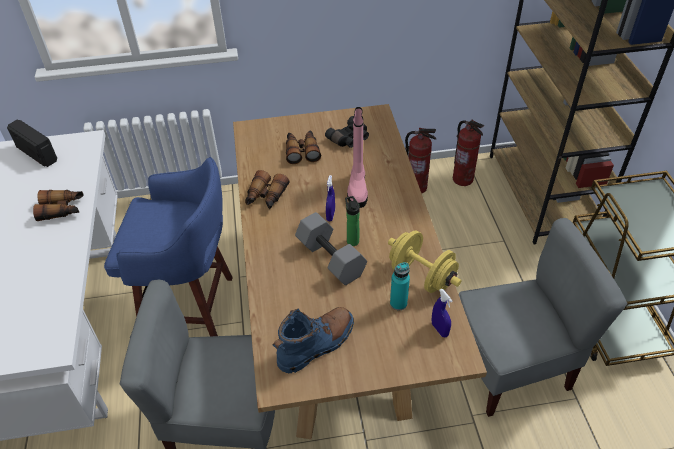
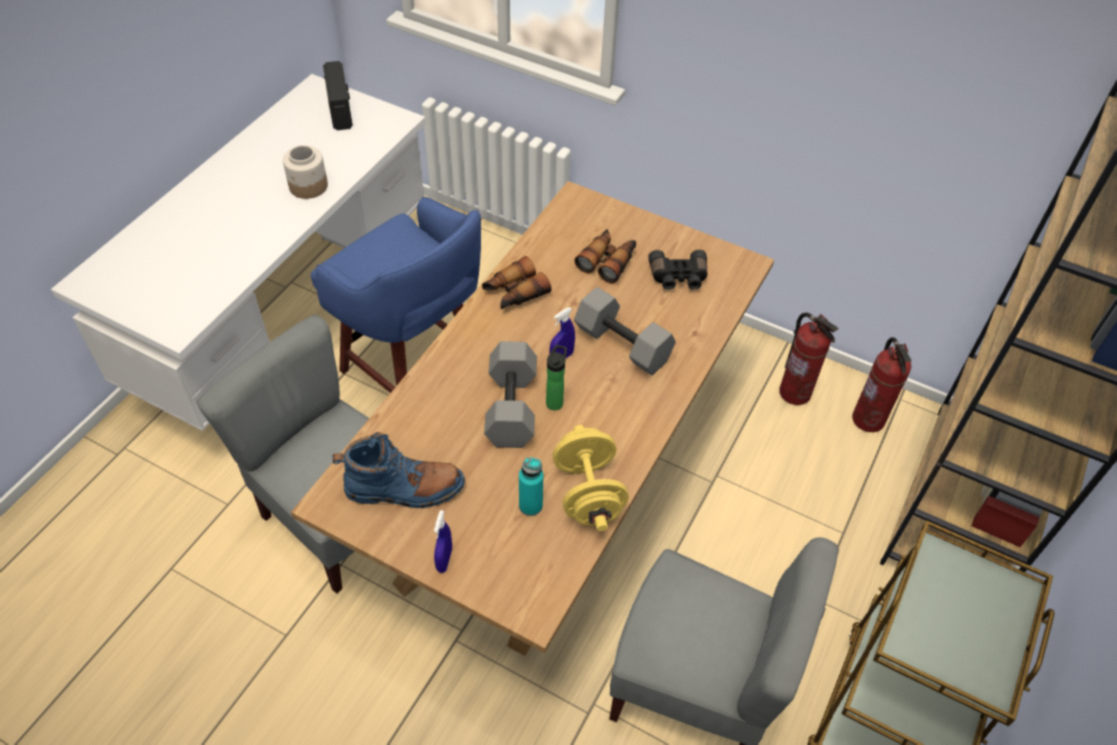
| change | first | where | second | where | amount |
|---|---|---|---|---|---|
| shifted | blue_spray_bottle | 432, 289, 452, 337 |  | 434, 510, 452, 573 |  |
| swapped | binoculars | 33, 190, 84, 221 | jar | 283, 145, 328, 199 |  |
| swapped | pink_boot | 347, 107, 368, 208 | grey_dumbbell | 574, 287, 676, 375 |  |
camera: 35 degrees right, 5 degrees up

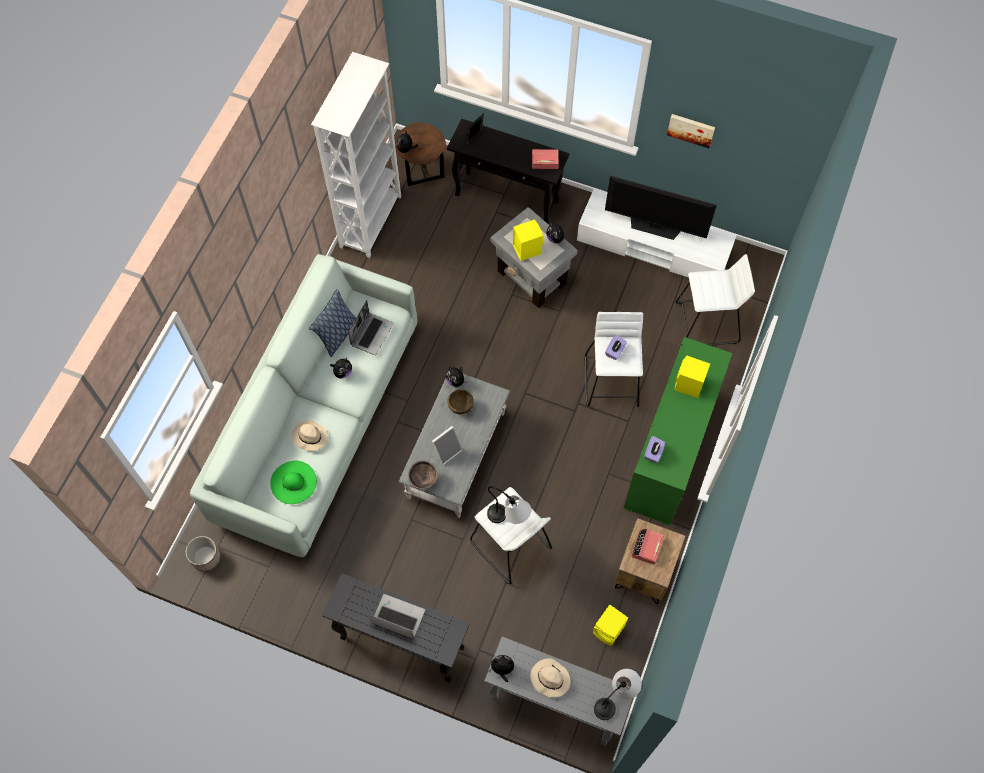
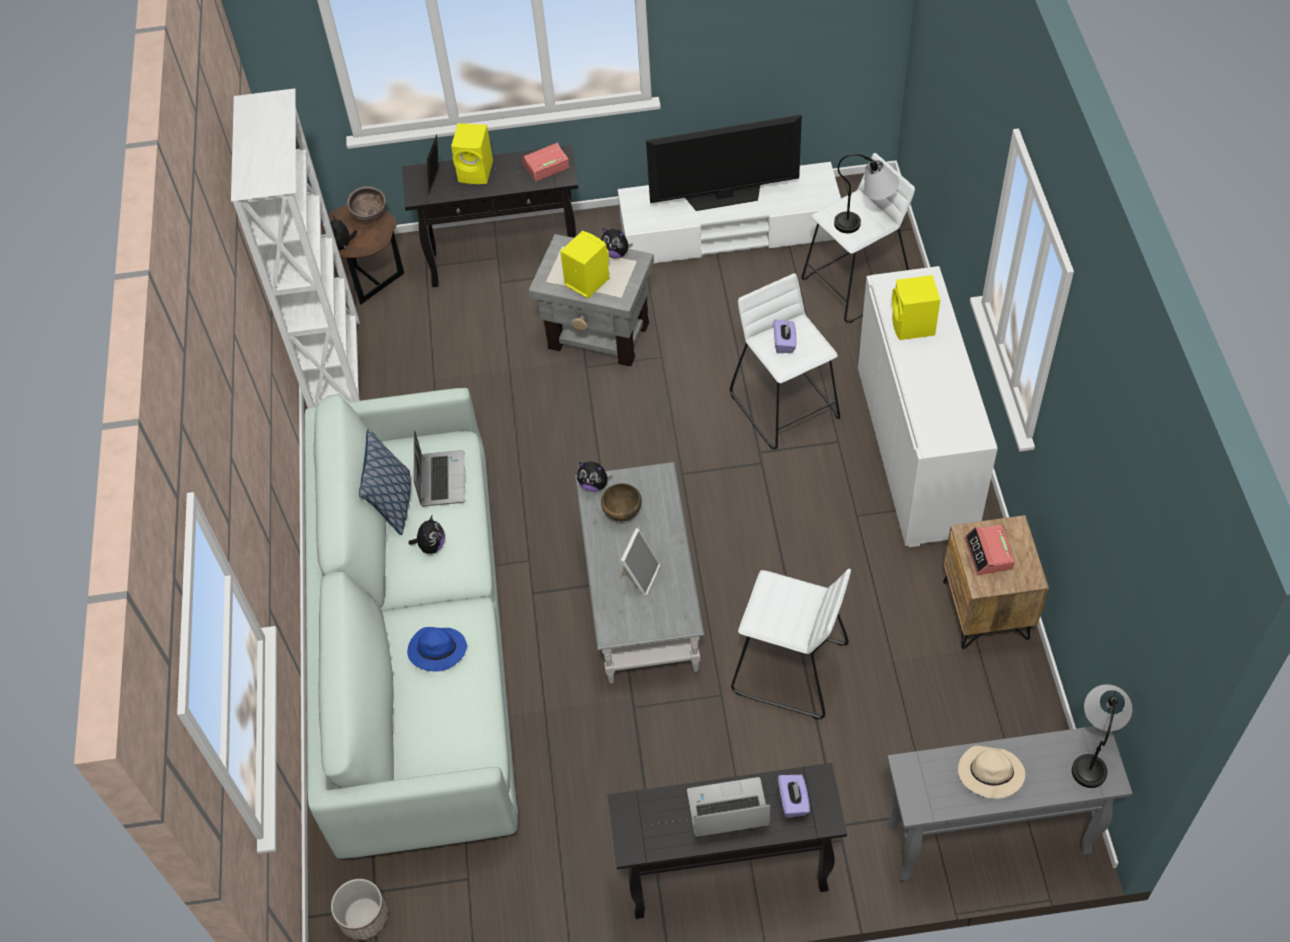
| change | first | where | second | where | amount |
|---|---|---|---|---|---|
| gone | green_hat | 270, 461, 317, 504 |  |  |  |
| gone | plush_toy | 489, 655, 514, 682 |  |  |  |
| gone | picture | 667, 114, 715, 148 |  |  |  |
| shifted | brown_bowl | 408, 460, 438, 489 |  | 347, 186, 386, 221 |  |
| shifted | table_lamp | 487, 486, 531, 524 |  | 834, 154, 899, 233 |  |
| shifted | yellow_speaker | 593, 605, 628, 646 |  | 451, 123, 493, 184 |  |
| shifted | purple_tissue_box | 644, 436, 665, 463 |  | 778, 775, 810, 818 |  |
| repainted | beige_hat | 292, 420, 328, 451 | blue_hat | 407, 627, 467, 672 |  |
| repainted | green_cabinet | 624, 337, 732, 526 | white_cabinet | 858, 266, 998, 548 |  |
camera: 25 degrees left, 10 degrees down

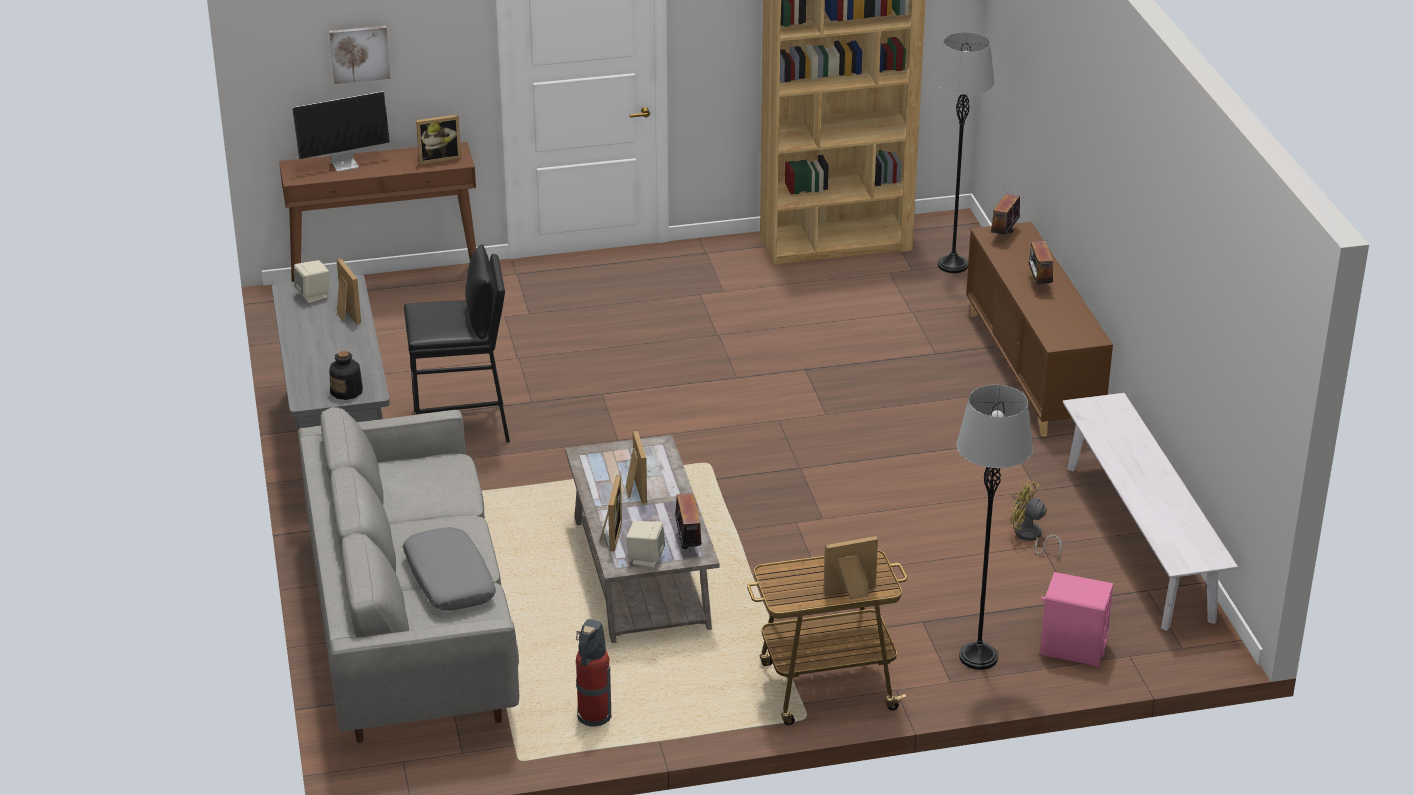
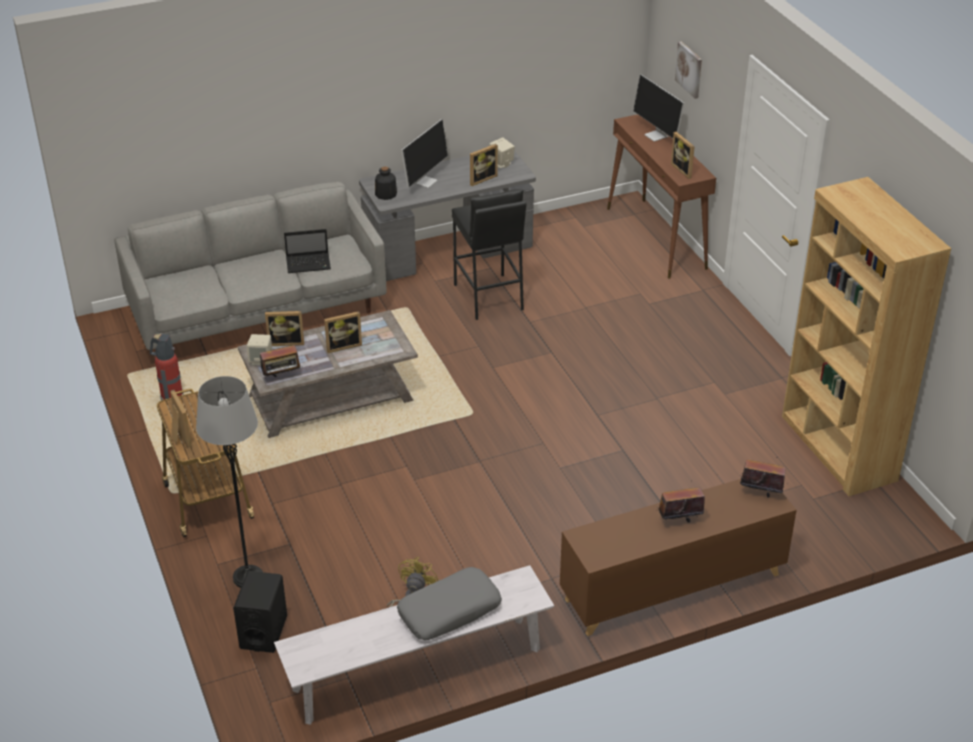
| change | first | where | second | where | amount |
|---|---|---|---|---|---|
| gone | grey_floor_lamp | 935, 32, 995, 273 |  |  |  |
| new |  |  | laptop | 284, 229, 331, 273 |  |
| new |  |  | monitor | 401, 119, 448, 188 |  |
| shifted | grey_pillow | 403, 527, 496, 610 |  | 397, 567, 502, 640 |  |
| repainted | pink_speaker | 1040, 572, 1113, 667 | black_speaker | 233, 571, 287, 653 |  |
camera: 80 degrees right, 5 degrees up

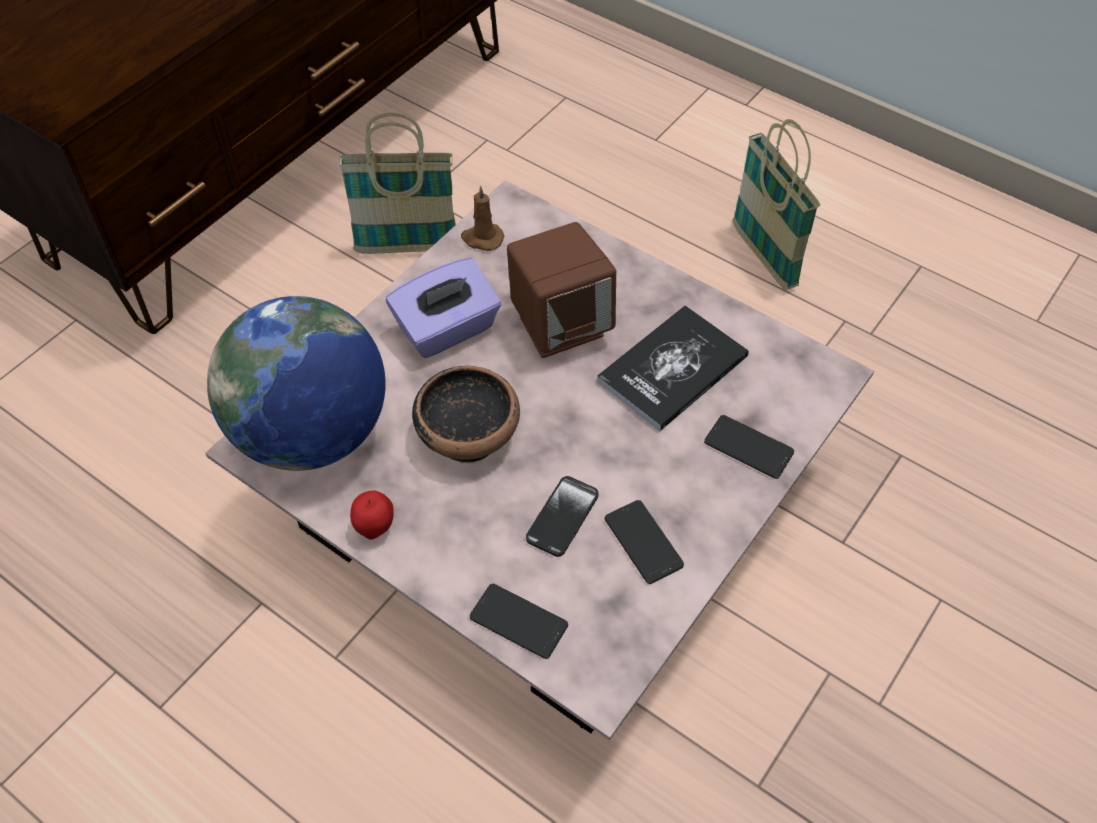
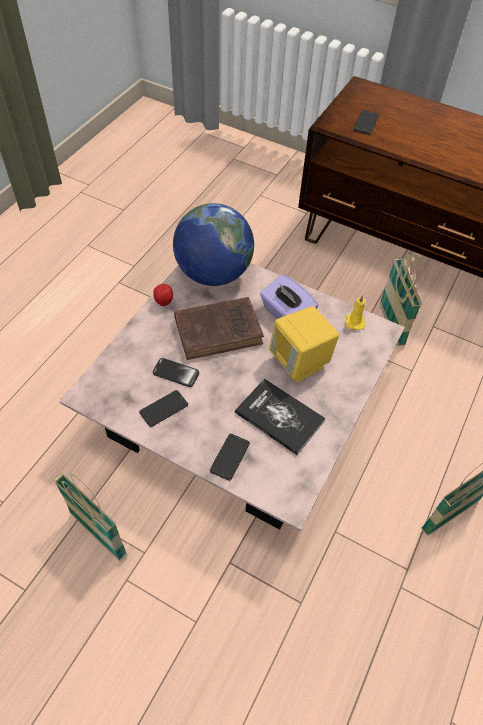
| change | first | where | second | where | amount |
|---|---|---|---|---|---|
| new |  |  | basket | 53, 473, 128, 562 |  |
| shifted | phone | 470, 584, 568, 659 |  | 353, 110, 379, 134 |  |
| swapped | bowl | 412, 366, 520, 464 | brown_book | 174, 297, 264, 360 |  |
| repainted | brown_candle | 461, 185, 504, 251 | yellow_candle | 345, 295, 366, 330 |  |
| repainted | brown_speaker | 507, 222, 616, 358 | yellow_speaker | 269, 306, 339, 382 |  |
camera: 80 degrees right, 0 degrees up

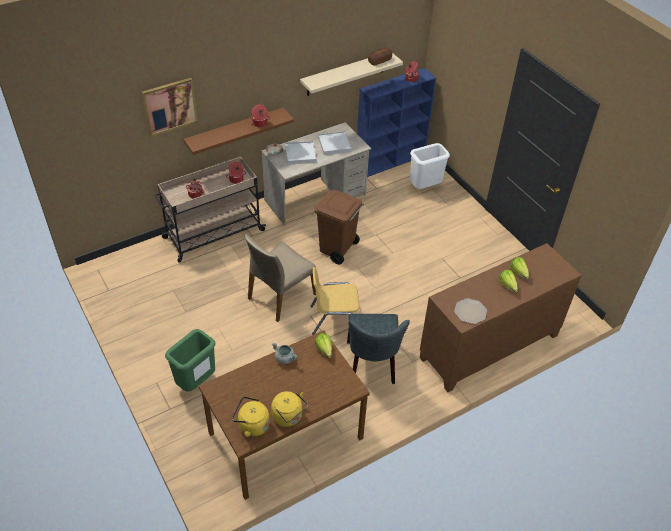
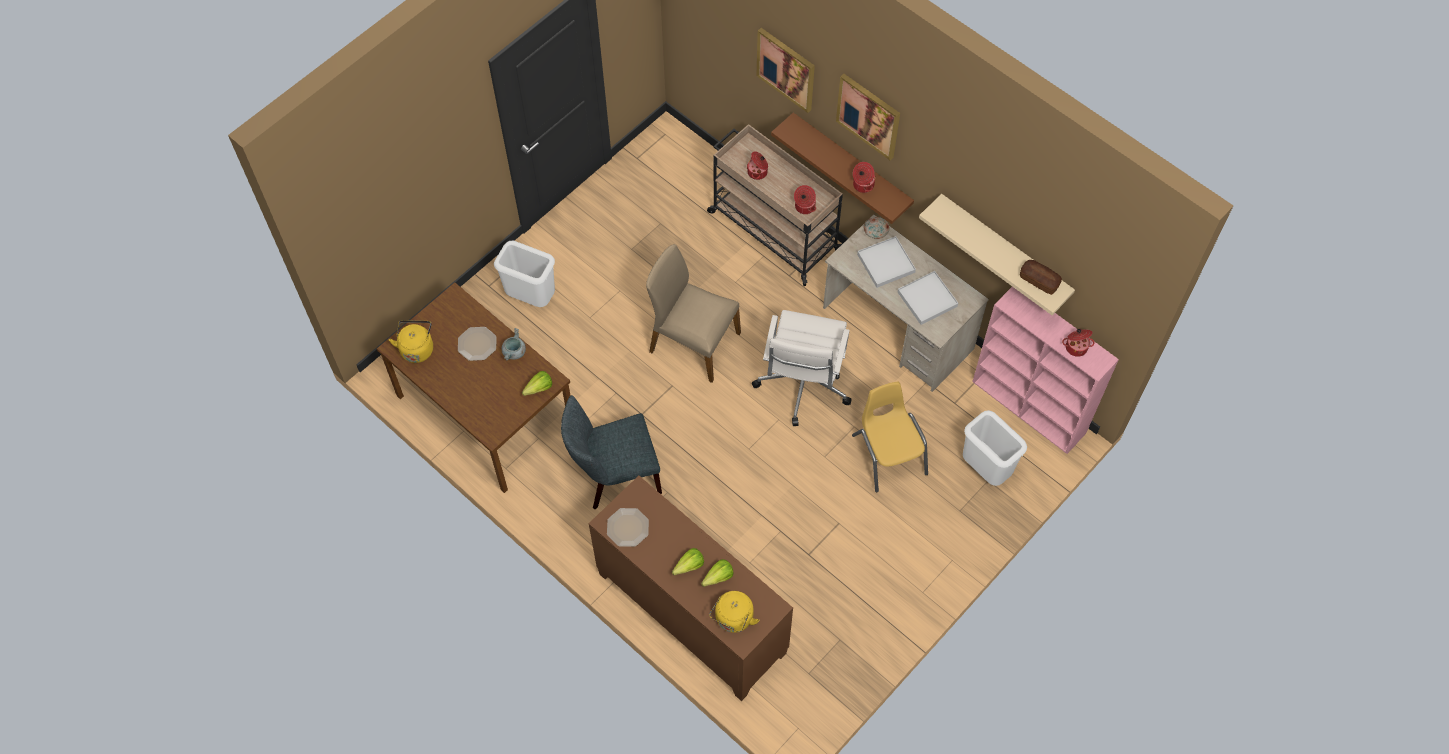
| change | first | where | second | where | amount |
|---|---|---|---|---|---|
| new |  |  | plate | 458, 327, 496, 361 |  |
| new |  |  | picture | 836, 74, 900, 160 |  |
| shifted | yellow_kettle | 271, 391, 308, 427 |  | 709, 591, 759, 633 |  |
| shifted | yellow_chair | 311, 267, 359, 335 |  | 852, 382, 928, 492 |  |
| swapped | brown_trash_can | 314, 190, 364, 265 | white_office_chair | 752, 310, 852, 426 |  |
| repainted | green_trash_can | 165, 329, 215, 392 | white_trash_can | 494, 240, 555, 307 |  |
| repainted | blue_bookcase | 357, 68, 436, 177 | pink_bookcase | 972, 287, 1119, 454 |  |
camera: 75 degrees right, 15 degrees up

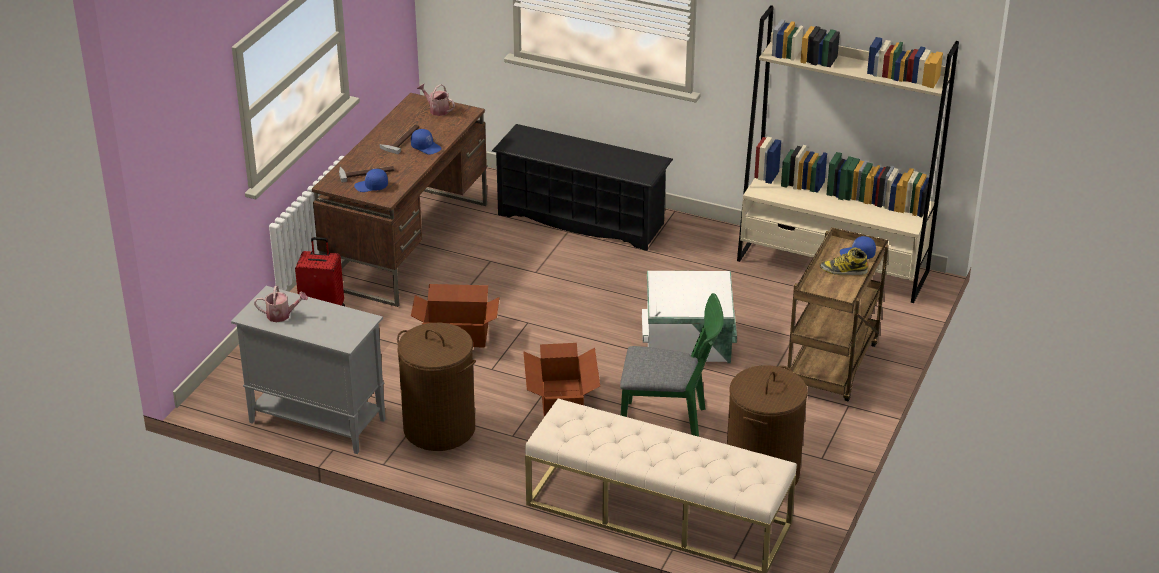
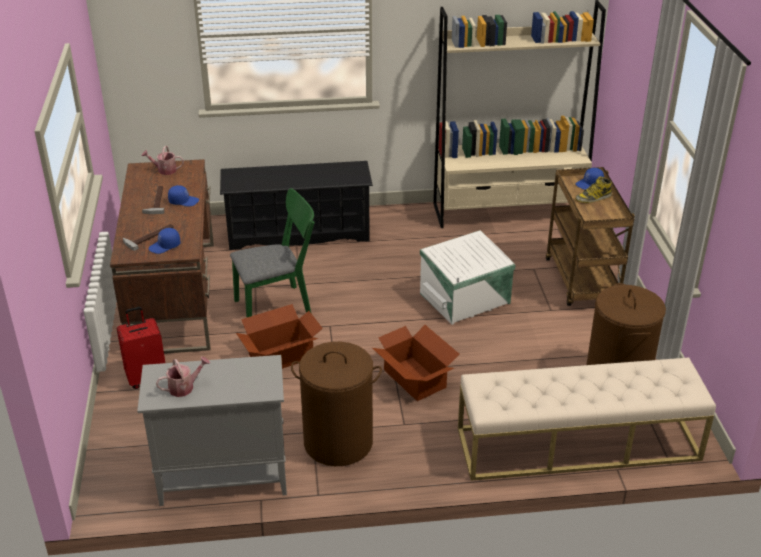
| change | first | where | second | where | amount |
|---|---|---|---|---|---|
| shifted | green_chair | 620, 293, 724, 437 |  | 230, 188, 315, 318 |  |
camera: 30 degrees left, 0 degrees up

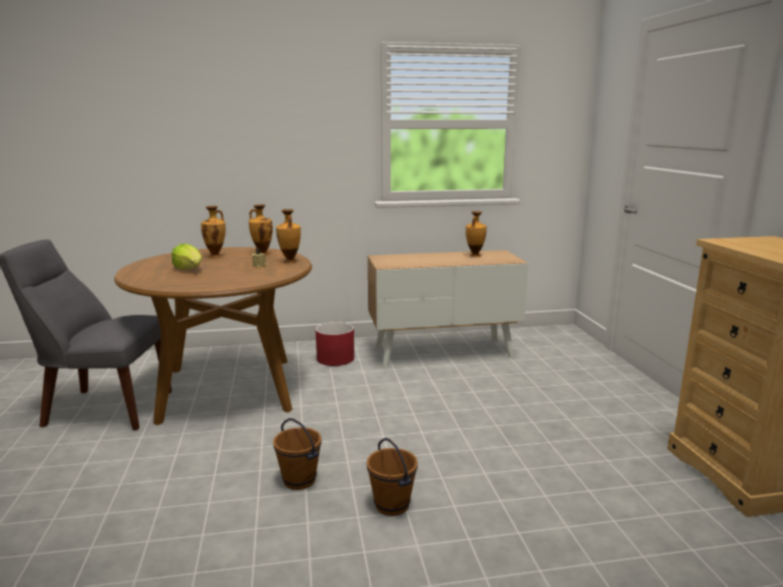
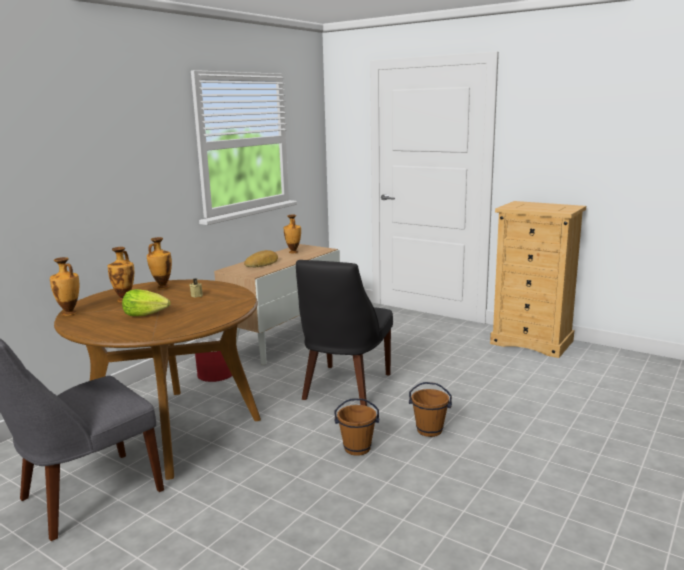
| change | first | where | second | where | amount |
|---|---|---|---|---|---|
| new |  |  | bread | 244, 250, 278, 267 |  |
| new |  |  | black_chair | 296, 260, 393, 406 |  |
| shifted | vase | 276, 209, 301, 263 |  | 50, 257, 80, 316 |  |
camera: 45 degrees left, 0 degrees up

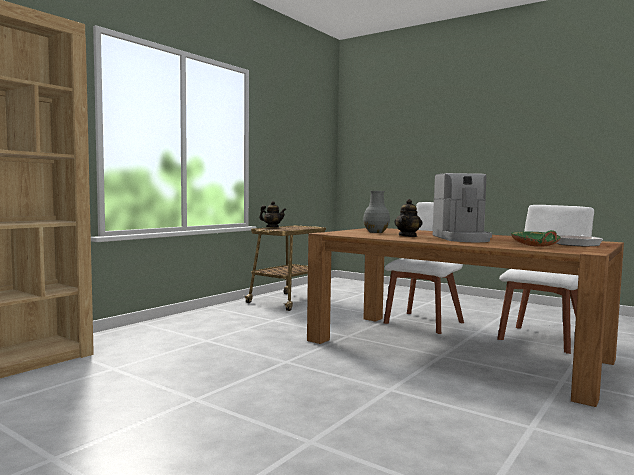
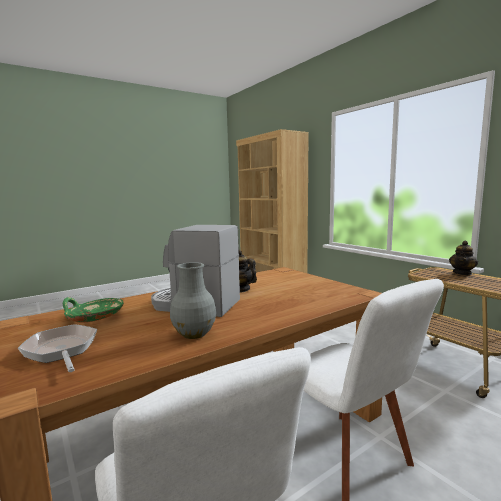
| change | first | where | second | where | amount |
|---|---|---|---|---|---|
| shifted | grey_vase | 363, 191, 390, 233 |  | 170, 262, 216, 339 |  |
camera: 110 degrees right, 5 degrees up

